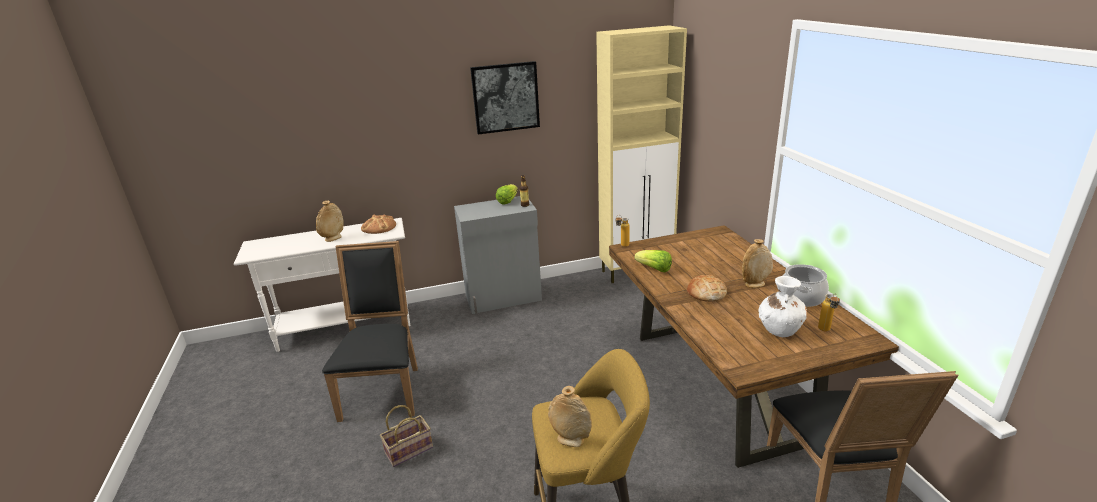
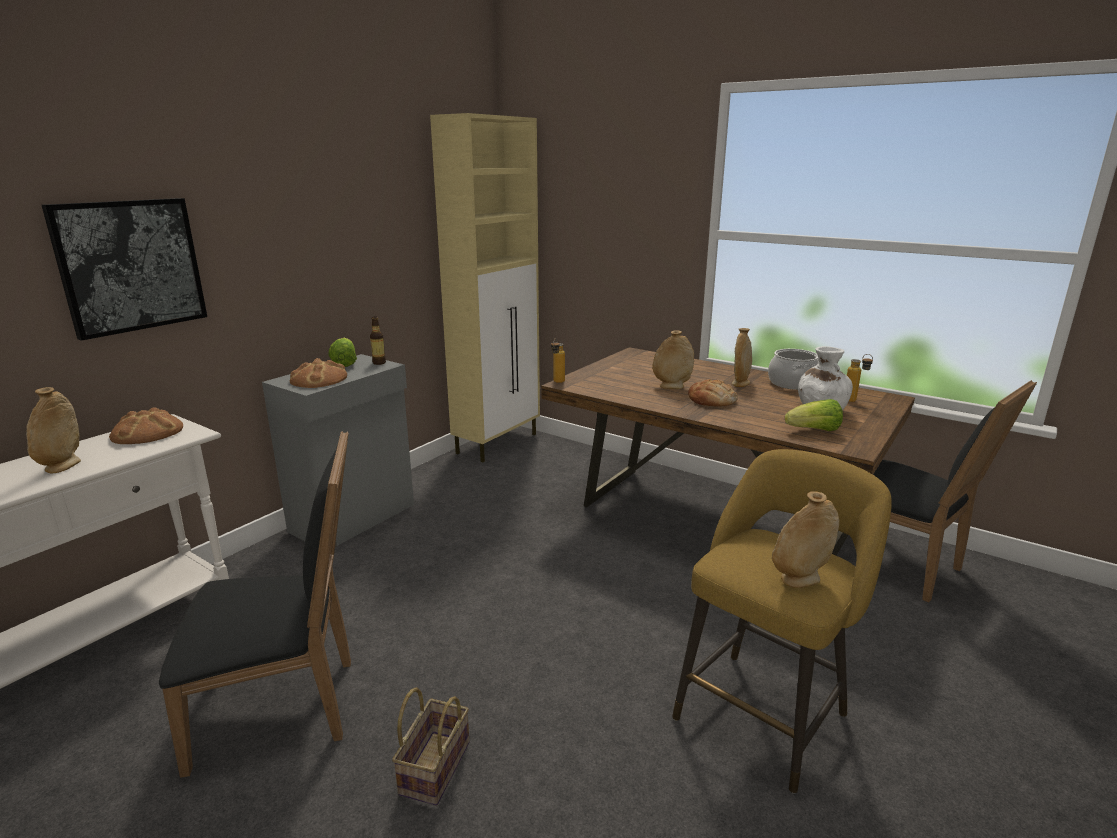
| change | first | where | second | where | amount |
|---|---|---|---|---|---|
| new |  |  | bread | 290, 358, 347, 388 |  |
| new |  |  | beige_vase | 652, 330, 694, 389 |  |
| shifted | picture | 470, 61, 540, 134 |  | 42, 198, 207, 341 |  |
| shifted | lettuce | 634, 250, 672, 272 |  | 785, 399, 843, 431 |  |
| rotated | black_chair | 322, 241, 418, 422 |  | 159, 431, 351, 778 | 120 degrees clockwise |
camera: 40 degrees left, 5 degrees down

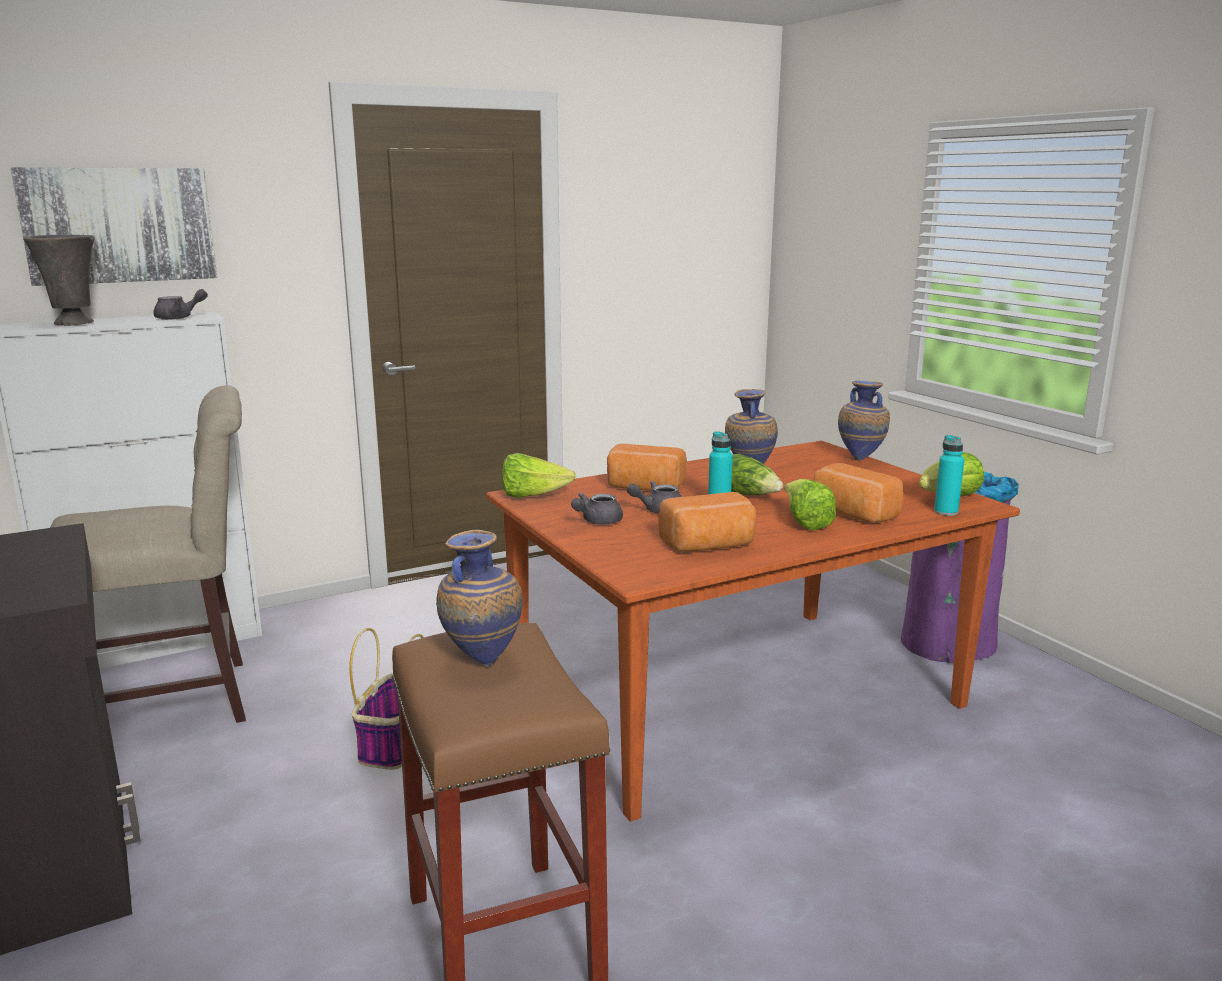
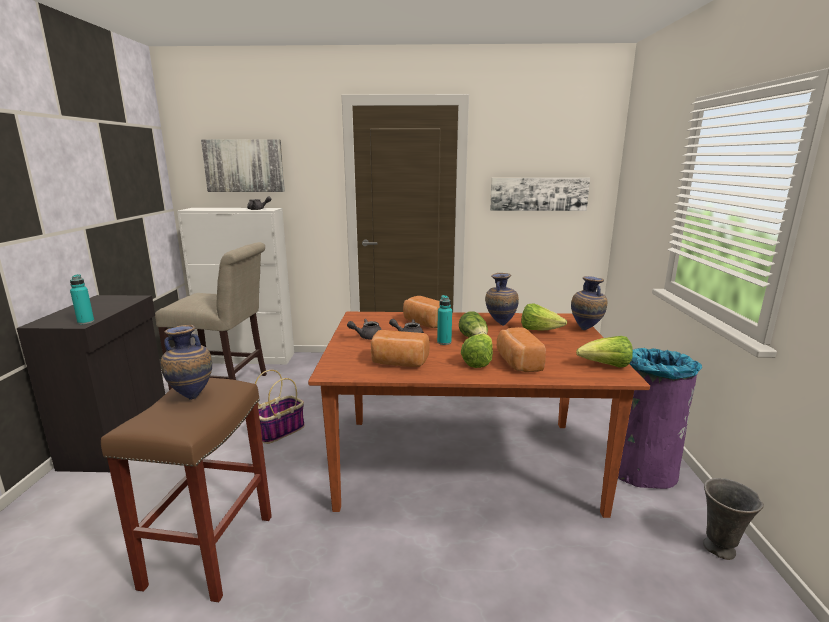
| change | first | where | second | where | amount |
|---|---|---|---|---|---|
| new |  |  | picture | 490, 178, 590, 211 |  |
| shifted | grey_vase | 23, 234, 95, 326 |  | 703, 478, 764, 560 |  |
| shifted | lettuce | 502, 453, 576, 498 |  | 521, 303, 567, 331 |  |
| shifted | turquoise_bottle | 934, 435, 964, 516 |  | 70, 274, 94, 325 |  |
camera: 30 degrees right, 0 degrees up

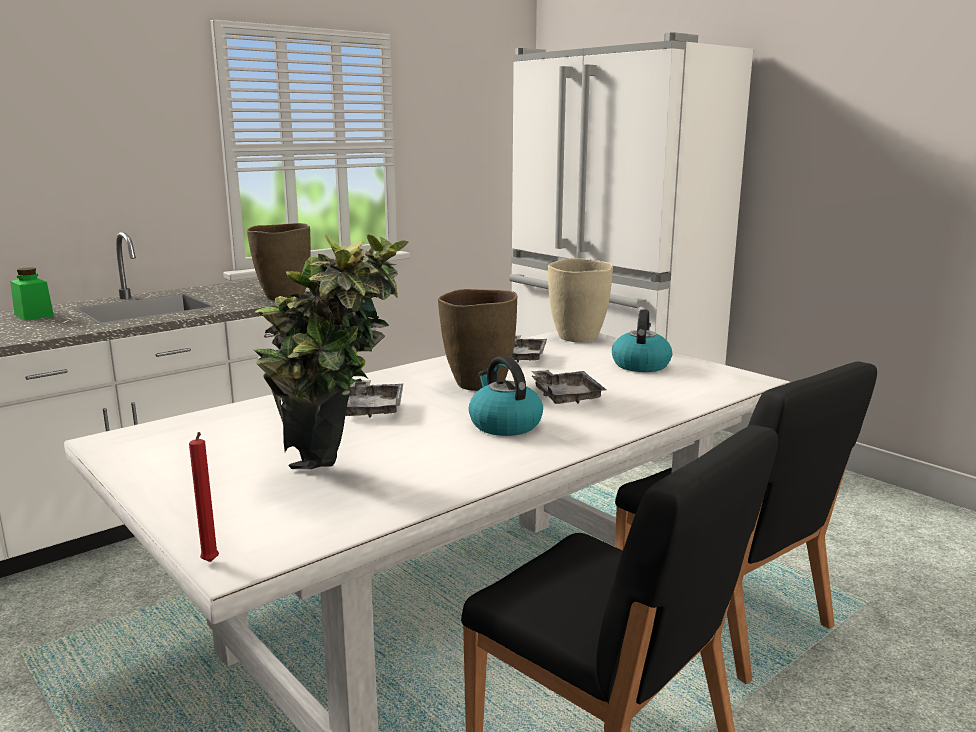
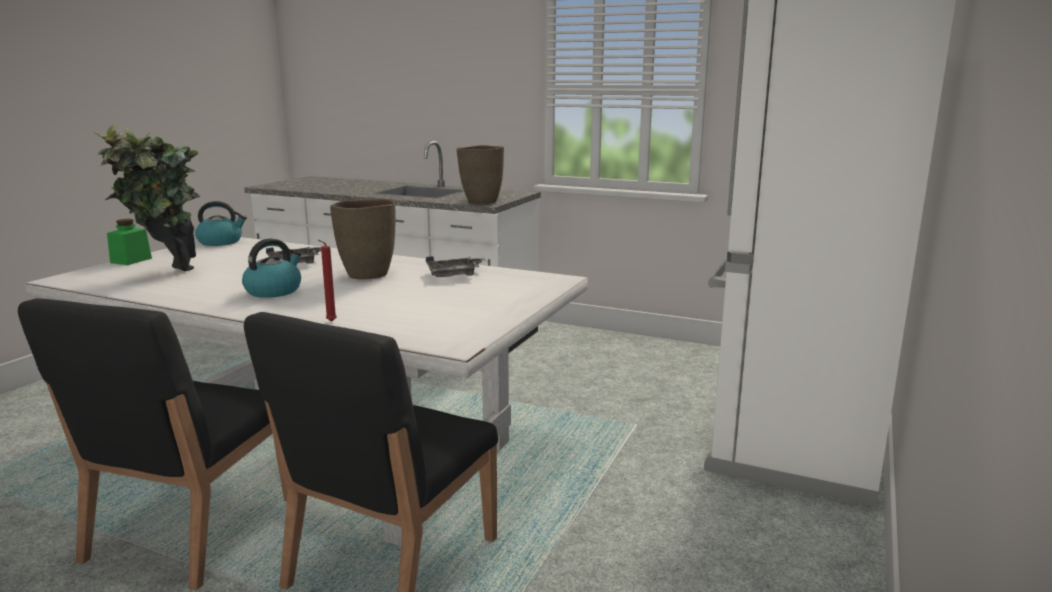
| change | first | where | second | where | amount |
|---|---|---|---|---|---|
| gone | grey_tray | 531, 370, 606, 404 |  |  |  |
| gone | beige_vase | 548, 258, 613, 342 |  |  |  |
| shifted | green_jar | 10, 267, 54, 320 |  | 107, 219, 152, 265 |  |
| shifted | red_candle | 189, 432, 219, 562 |  | 318, 240, 337, 322 |  |
| shifted | kettle | 612, 309, 672, 372 |  | 195, 201, 247, 246 |  |
camera: 65 degrees right, 0 degrees up

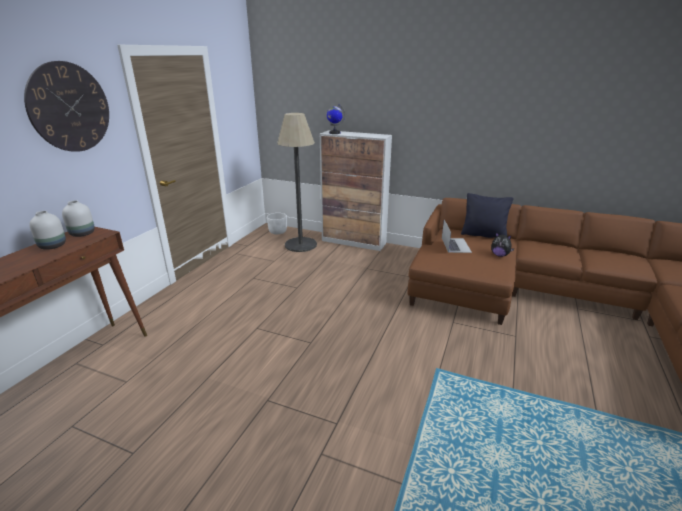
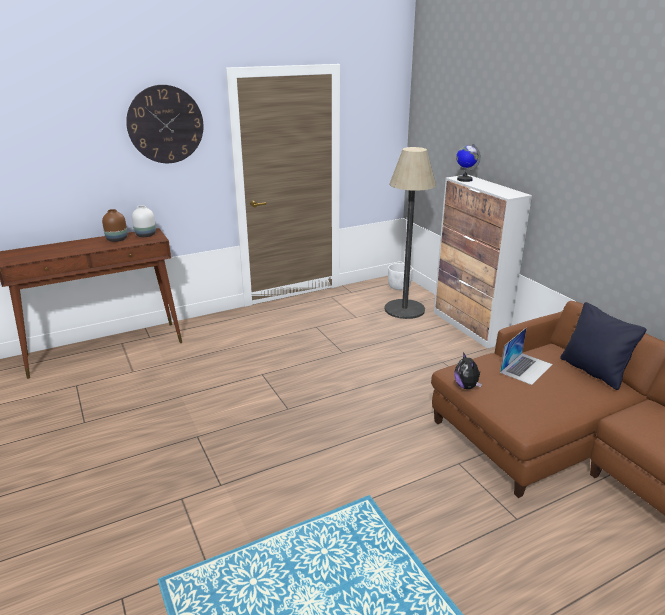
| change | first | where | second | where | amount |
|---|---|---|---|---|---|
| shifted | plush_toy | 491, 232, 514, 257 |  | 454, 352, 482, 389 |  |
| repainted | white_vase | 29, 211, 66, 250 | brown_vase | 102, 209, 127, 242 |  |
camera: 40 degrees right, 0 degrees up

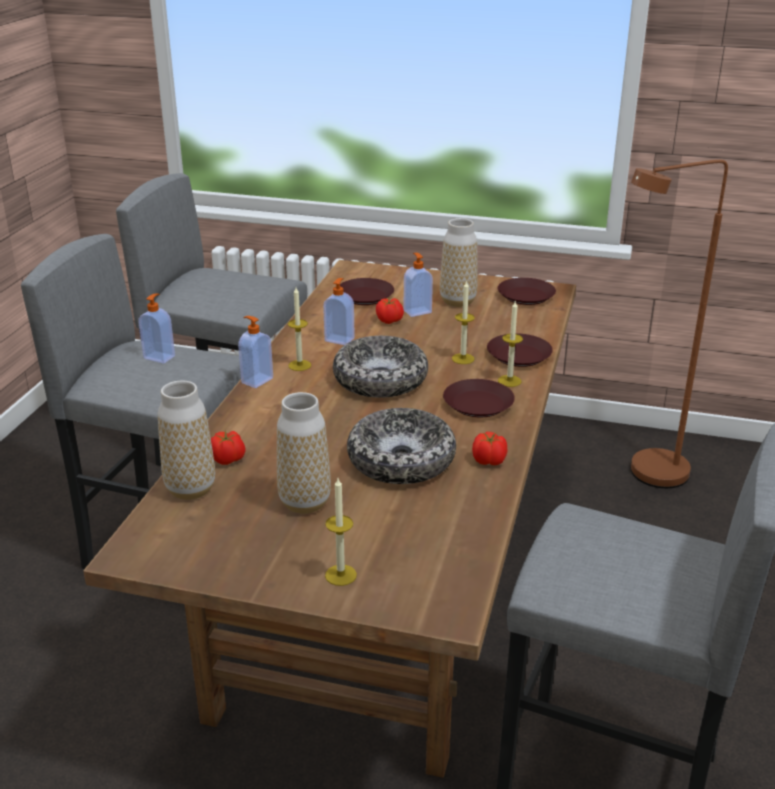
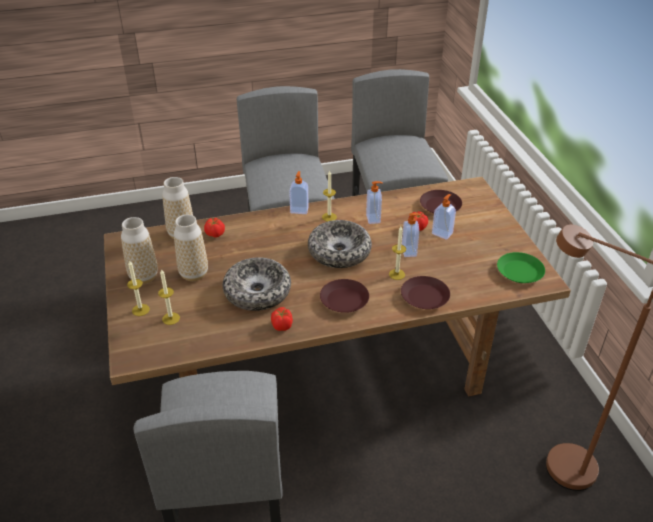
| change | first | where | second | where | amount |
|---|---|---|---|---|---|
| shifted | soap_dispenser | 138, 294, 175, 364 |  | 402, 213, 421, 257 |  |
| shifted | vase | 440, 218, 478, 307 |  | 121, 217, 158, 284 |  |
| shifted | candle | 498, 301, 523, 387 |  | 158, 269, 180, 325 |  |
| repainted | brown_plate | 498, 278, 556, 305 | green_plate | 497, 252, 545, 283 |  |
camera: 60 degrees right, 10 degrees up

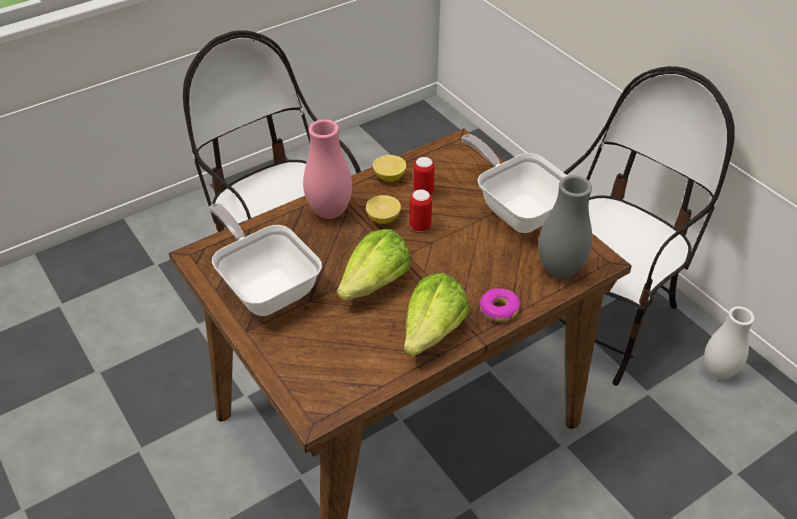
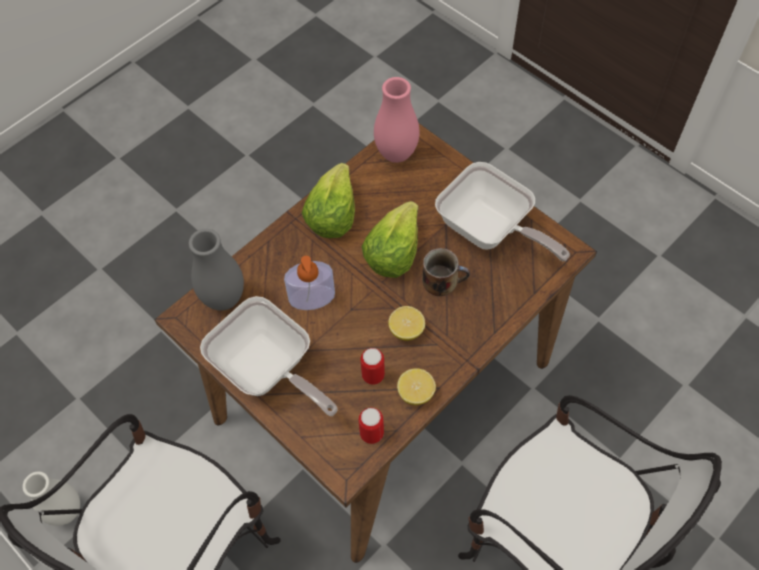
| change | first | where | second | where | amount |
|---|---|---|---|---|---|
| gone | donut | 480, 288, 520, 322 |  |  |  |
| new |  |  | soap_dispenser | 284, 256, 335, 310 |  |
| new |  |  | mug | 422, 248, 470, 296 |  |
| shifted | pink_vase | 303, 119, 352, 219 |  | 374, 77, 420, 163 |  |
| shifted | can | 410, 190, 432, 232 |  | 359, 408, 384, 444 |  |
camera: 170 degrees right, 15 degrees up

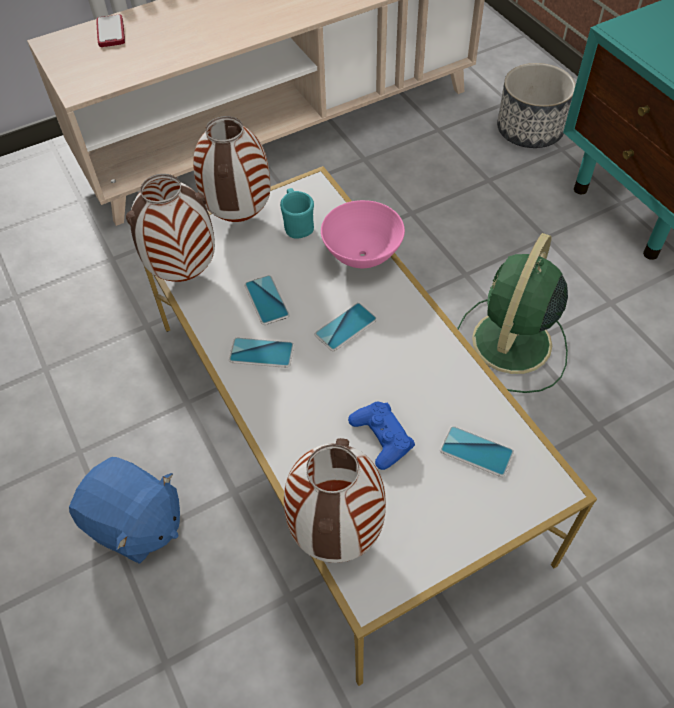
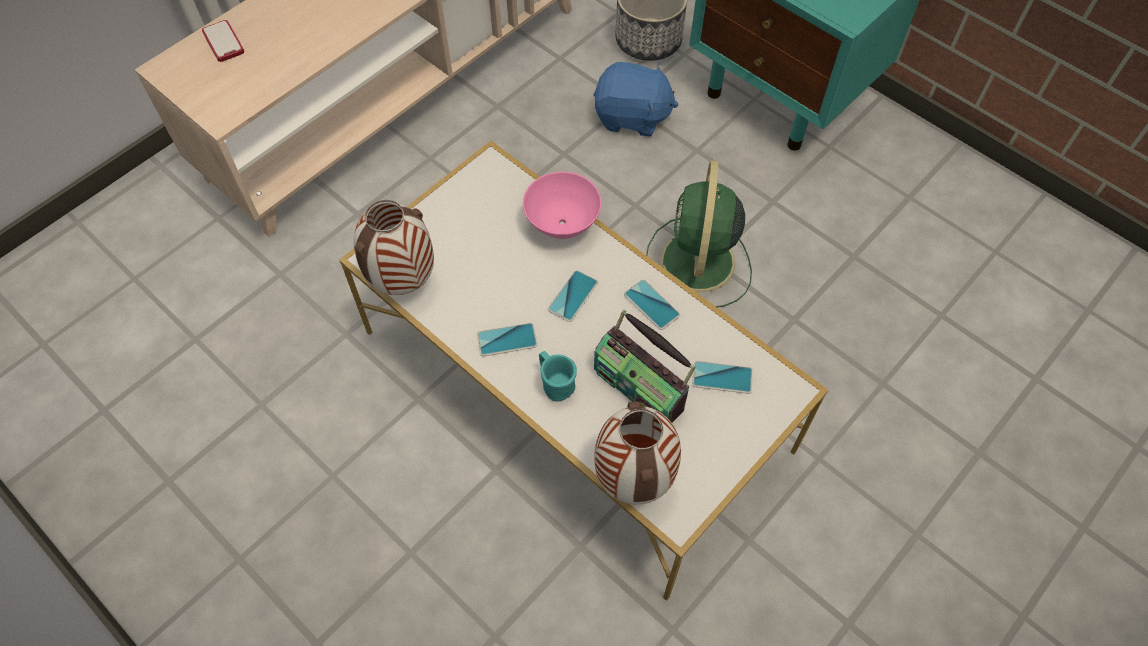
| change | first | where | second | where | amount |
|---|---|---|---|---|---|
| gone | vase | 193, 116, 271, 222 |  |  |  |
| shifted | blue_plush_toy | 69, 457, 180, 564 |  | 593, 62, 678, 136 |  |
| shifted | phone | 244, 275, 290, 325 |  | 624, 279, 680, 330 |  |
| shifted | turquoise_mug | 280, 188, 314, 239 |  | 539, 351, 577, 402 |  |
| swapped | blue_game_controller | 348, 402, 415, 470 | radio | 594, 310, 696, 423 |  |
camera: 20 degrees left, 5 degrees up

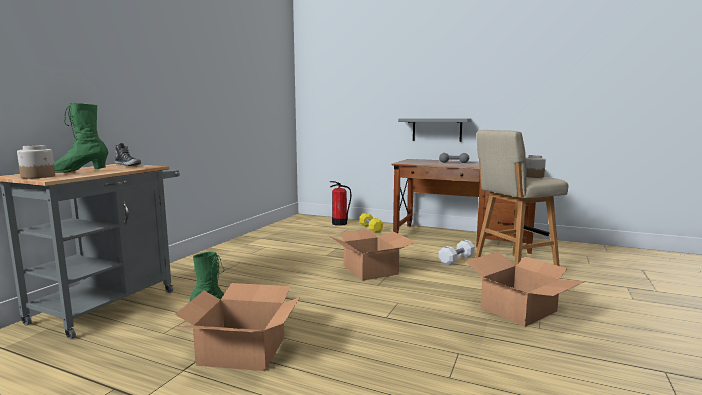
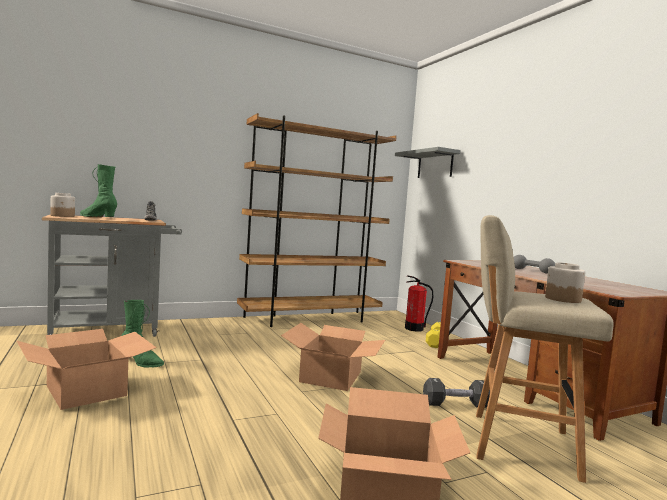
| change | first | where | second | where | amount |
|---|---|---|---|---|---|
| new |  |  | brown_bookcase | 237, 113, 397, 327 |  |
| shifted | grey_shelf | 398, 118, 471, 142 |  | 394, 147, 461, 178 |  |
| repainted | white_dumbbell | 438, 240, 475, 265 | black_dumbbell | 423, 378, 490, 408 |  |
camera: 40 degrees right, 5 degrees down

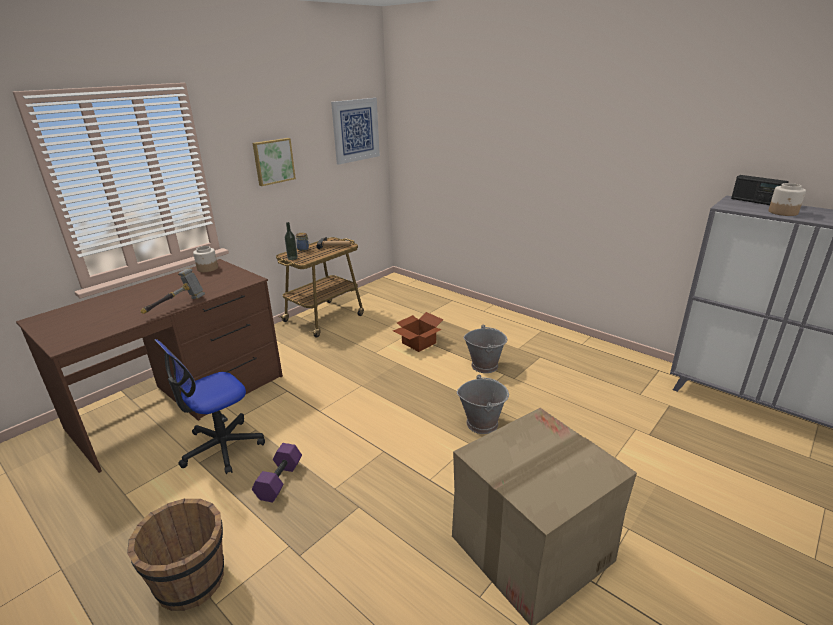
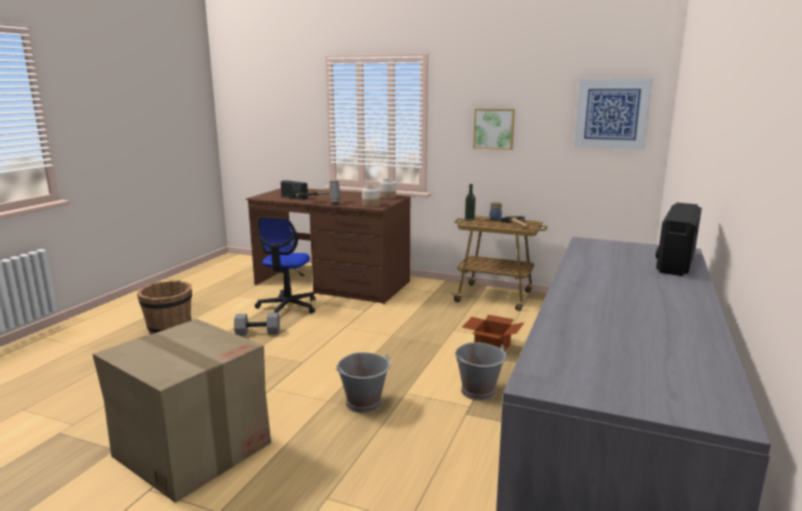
| change | first | where | second | where | amount |
|---|---|---|---|---|---|
| new |  |  | radio | 281, 180, 308, 200 |  |
| shifted | jar | 768, 183, 806, 216 |  | 362, 186, 380, 207 |  |
| repainted | purple_dumbbell | 252, 443, 302, 502 | grey_dumbbell | 234, 313, 280, 336 |  |
| rotated | office_chair | 154, 339, 265, 474 |  | 255, 217, 316, 314 | 105 degrees counterclockwise |
camera: 70 degrees right, 10 degrees down

